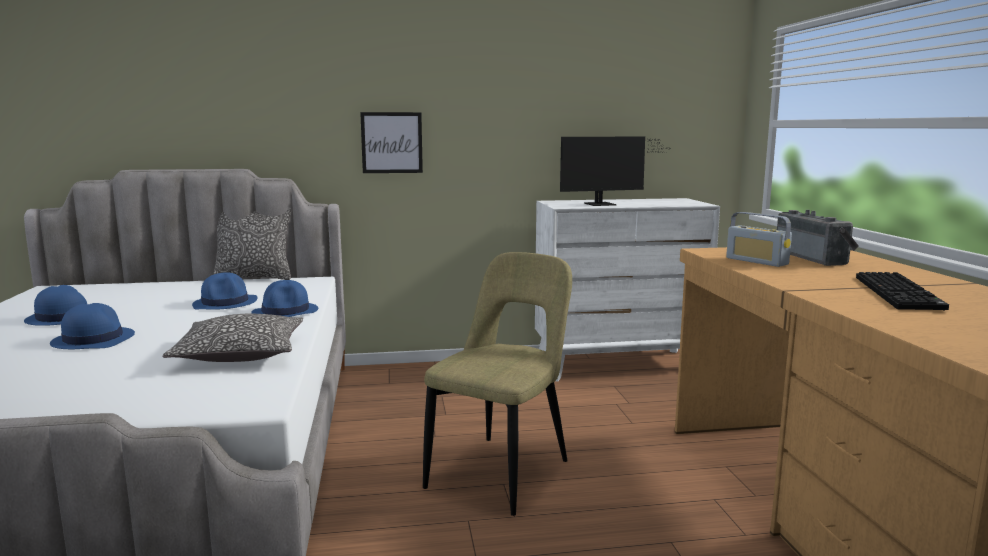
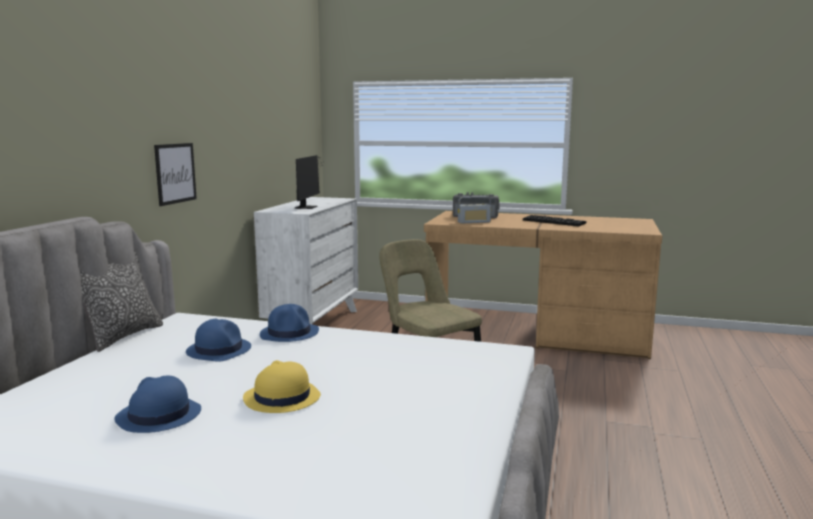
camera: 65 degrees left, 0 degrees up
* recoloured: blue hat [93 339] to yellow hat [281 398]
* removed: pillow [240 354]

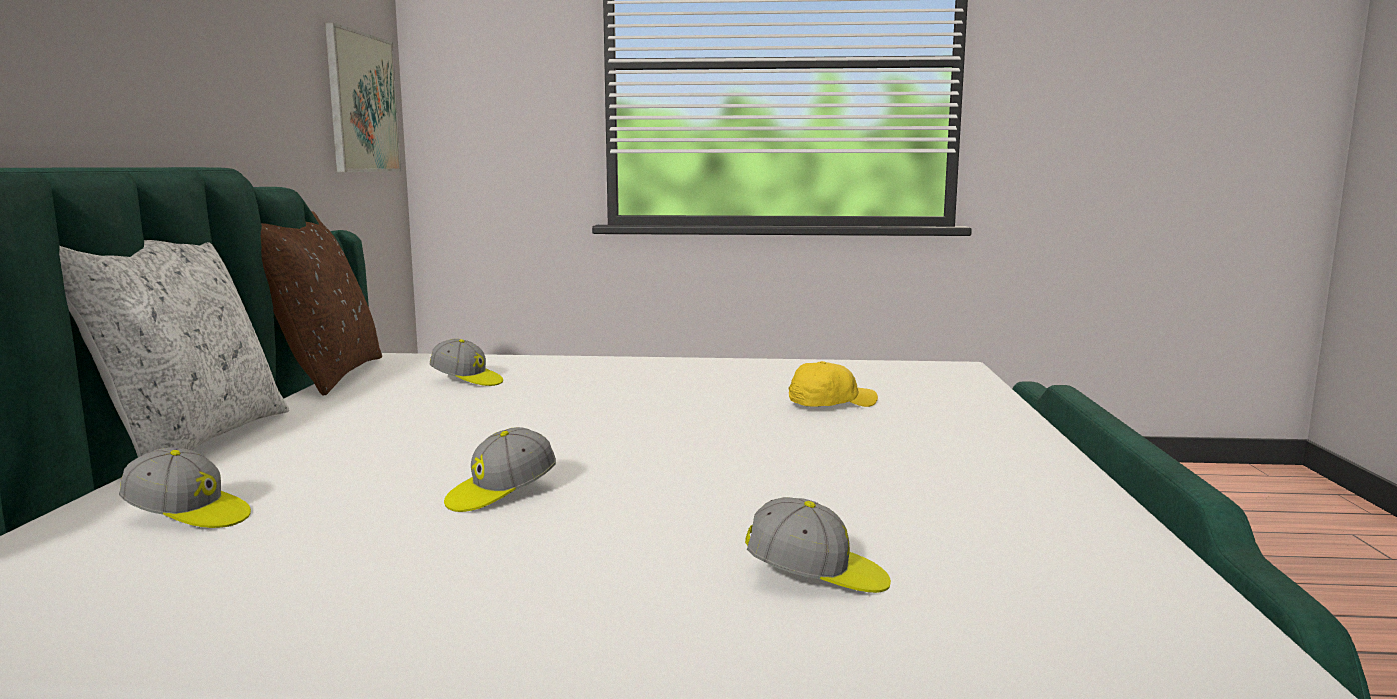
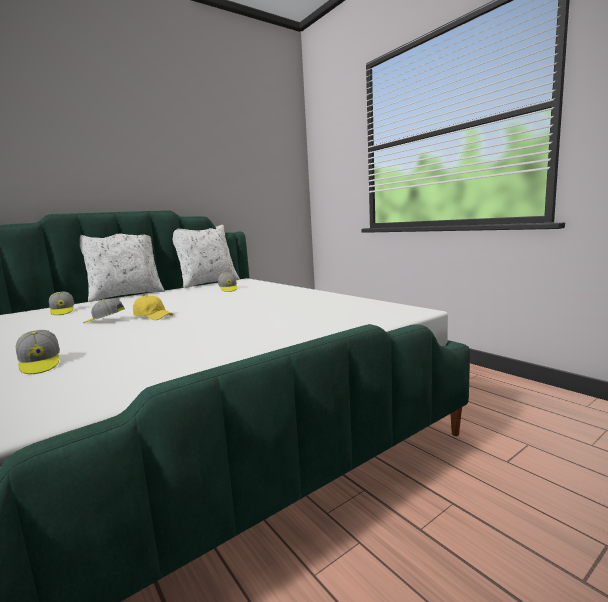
camera: 50 degrees right, 0 degrees up
* moved: yellow cap [830 404] to [153 316]
* recoloured: brown pillow [324 376] to white pillow [208 283]
* removed: picture [362 103]

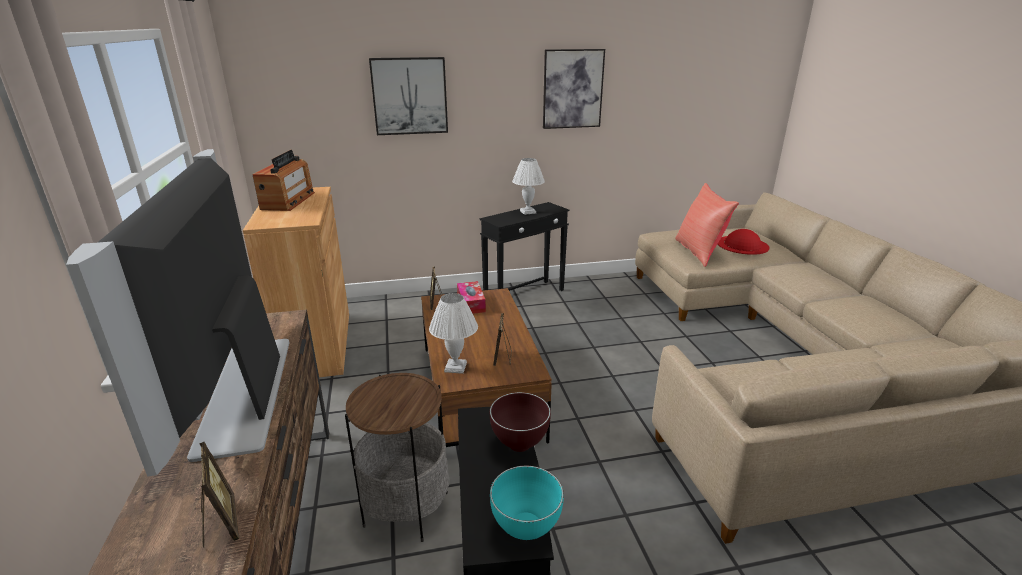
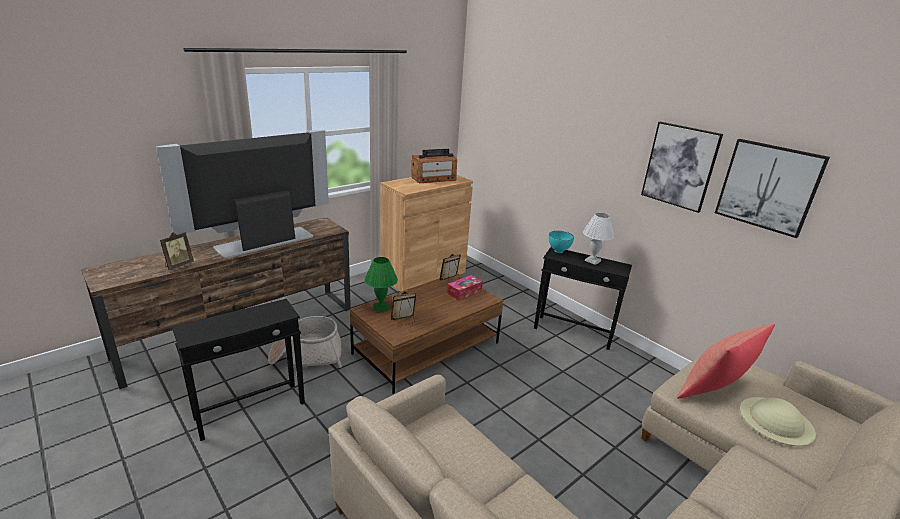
camera: 60 degrees right, 0 degrees up
* replaced: side table [406 509] to basket [306 355]
* recoloured: white table lamp [455 367] to green table lamp [380 307]
* moved: turquoise bowl [527 529] to [559 251]
* moved: picture [409 96] to [768 186]
* recoloured: red hat [742 245] to beige hat [776 420]
* removed: brown bowl [518 445]

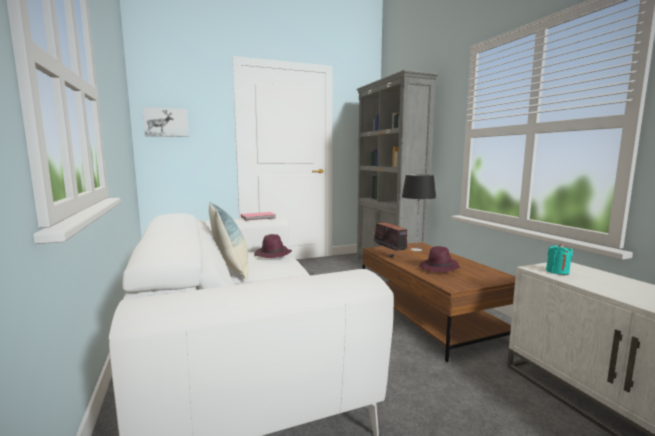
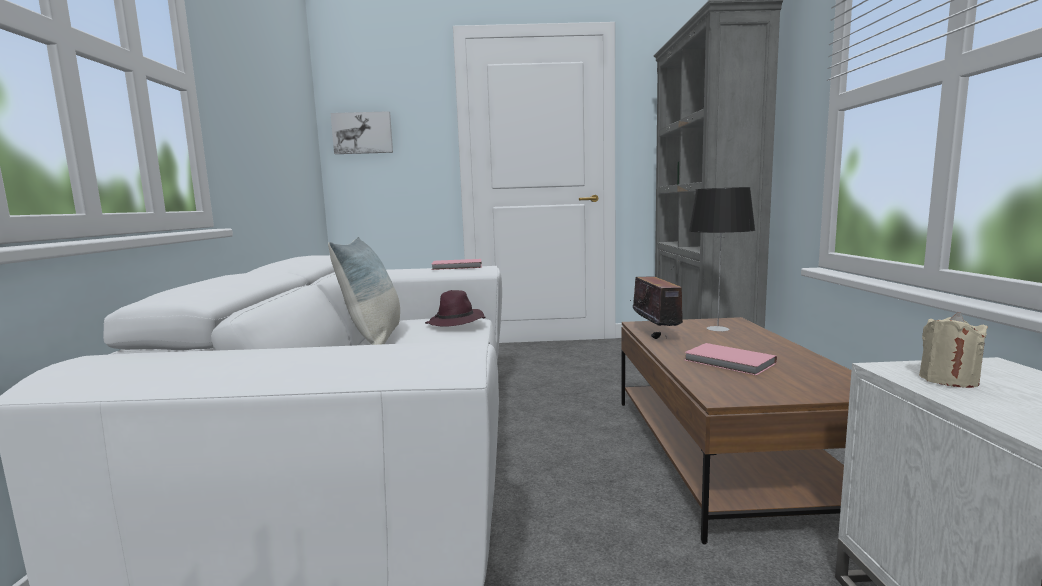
camera: 20 degrees right, 0 degrees up
* replaced: purple hat [439 268] to pink book [729 362]
* recoloured: turquoise candle [557 272] to beige candle [948 380]

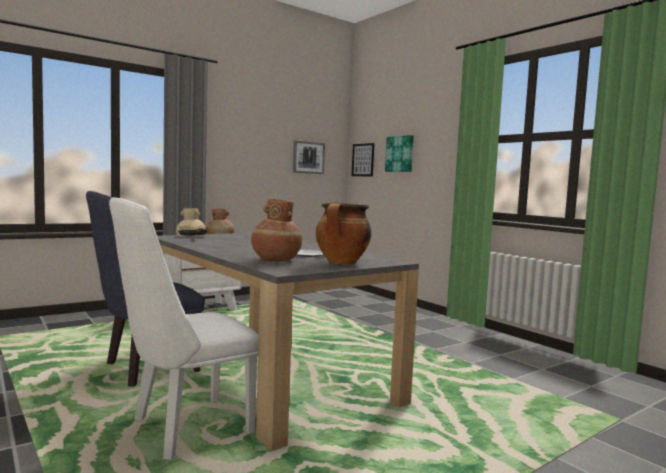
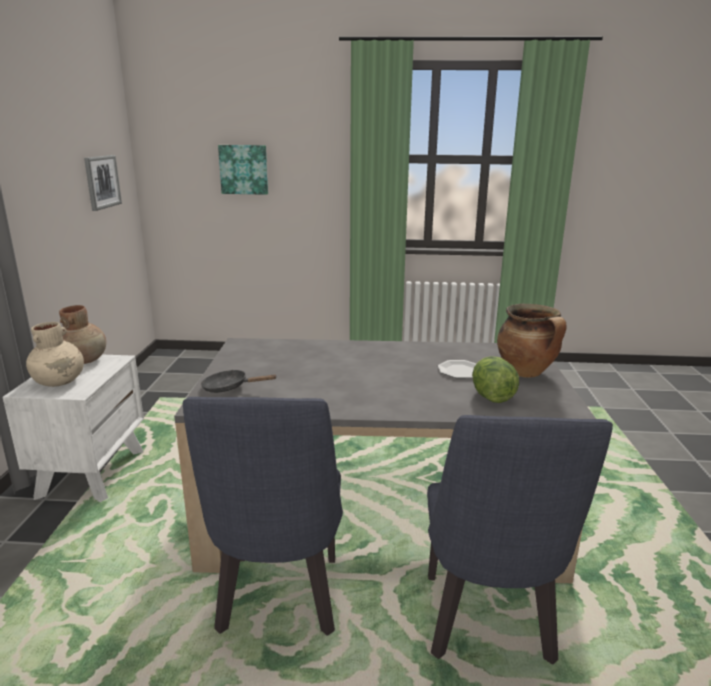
camera: 50 degrees left, 15 degrees up
* recoloured: white chair [182 429] to blue chair [488 627]
* replaced: brown vase [275 260] to lettuce [491 397]
* removed: picture [363 160]

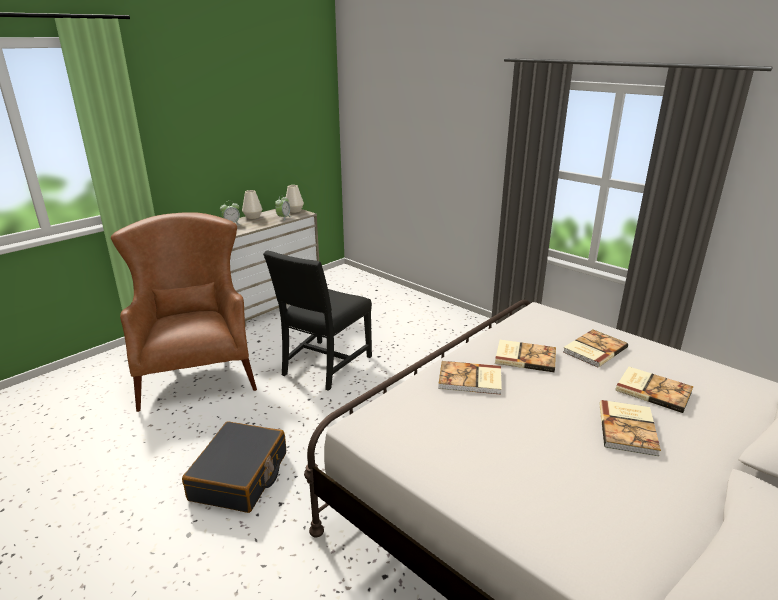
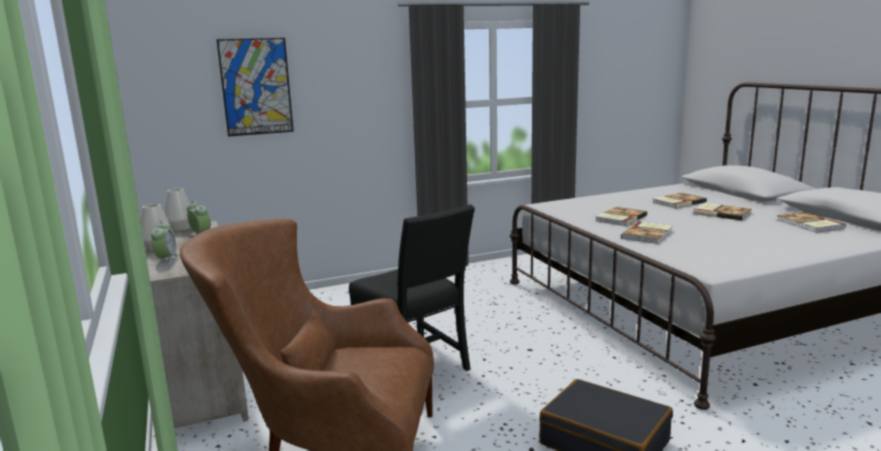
camera: 65 degrees left, 10 degrees down
* added: picture [256 87]
* moved: book [593 349] to [809 224]

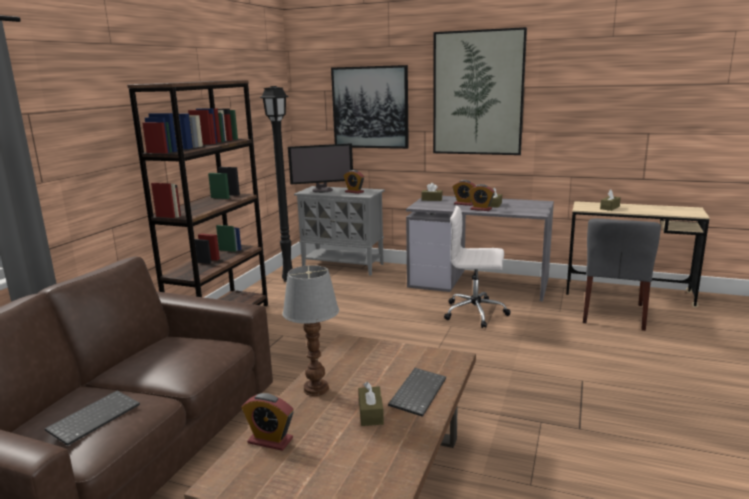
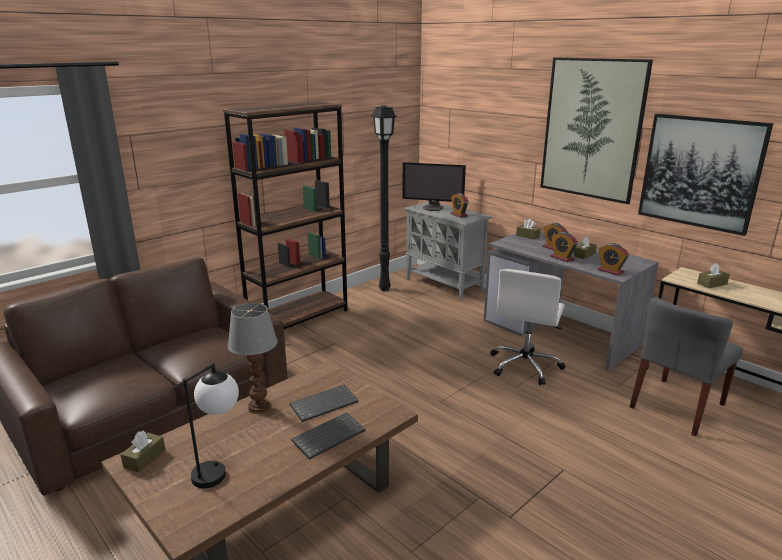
camera: 25 degrees right, 5 degrees up
* moved: brown tissue box [371 413] to [144 458]
* added: table lamp [218 468]
* moved: keyboard [94 417] to [324 403]
* turned: white office chair [476 313] = [525 366] 105 degrees counterclockwise
* moved: alarm clock [270 441] to [610 271]
* moved: picture [370 107] to [700 172]

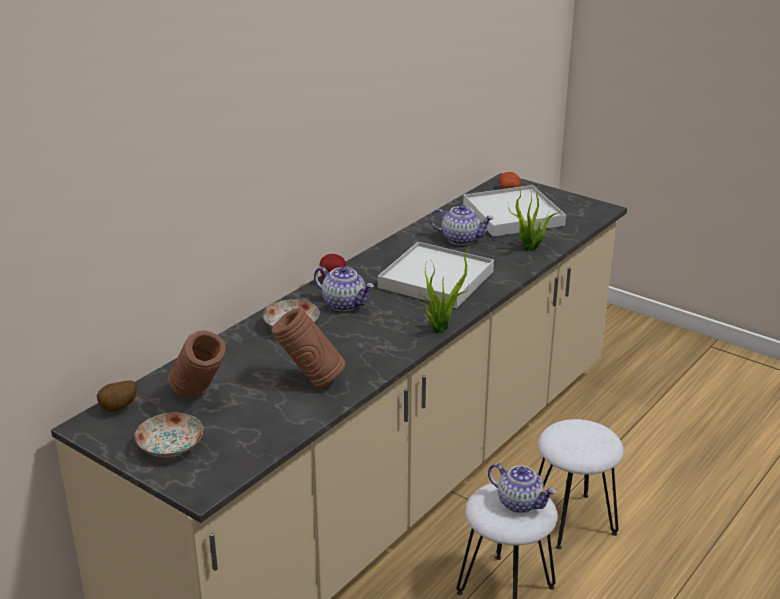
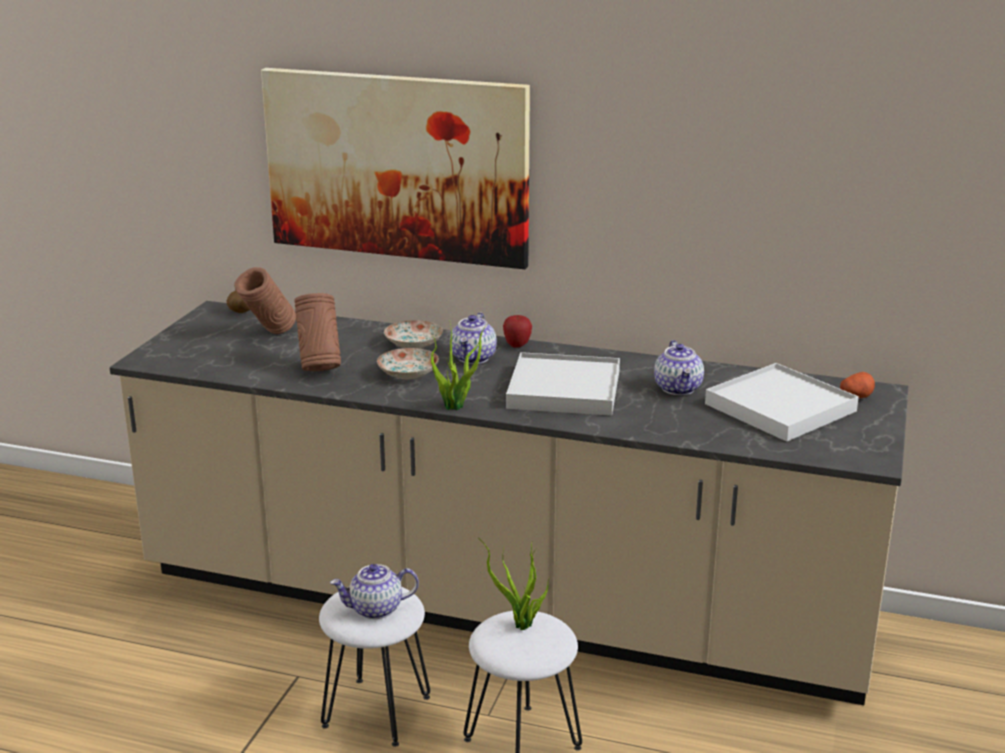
camera: 70 degrees right, 5 degrees down
* added: picture [397 166]
* turned: teapot [520 503] = [375 609] 60 degrees clockwise
* moved: plate [169 446] to [408 373]
* moved: potted plant [530 249] to [521 626]

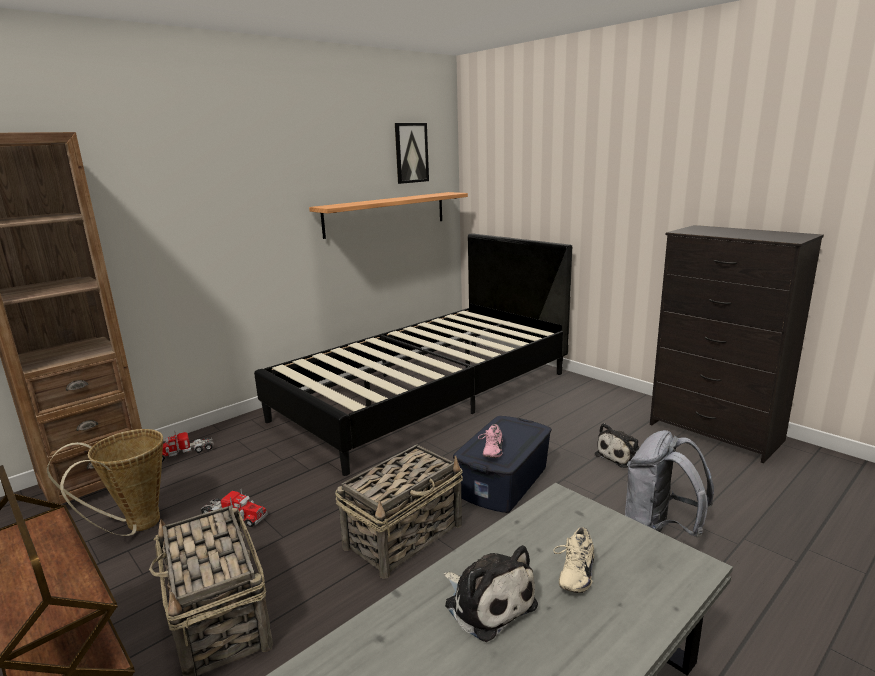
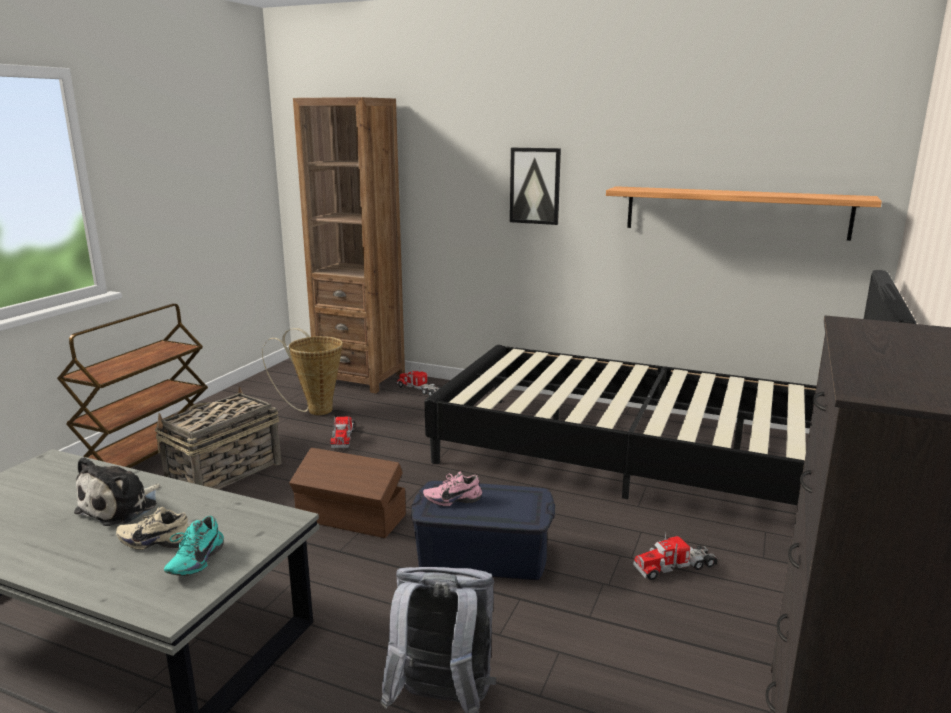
camera: 65 degrees right, 0 degrees up
* added: turquoise shoe [194 561]
* replaced: basket [405 535] to brown storage box [351 518]
* moved: picture [411 153] to [535 186]
* added: toy truck [675 567]
* removed: plush toy [621 456]

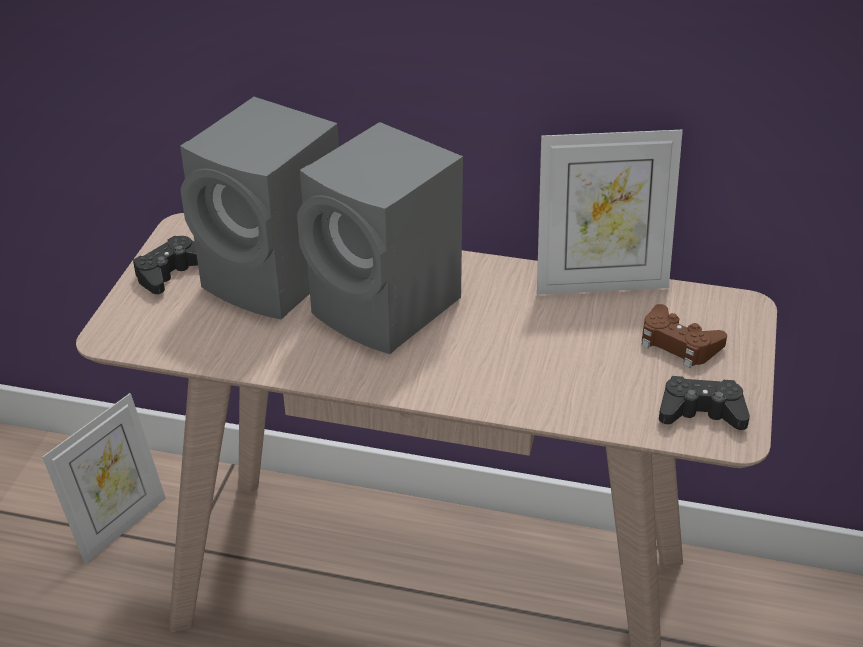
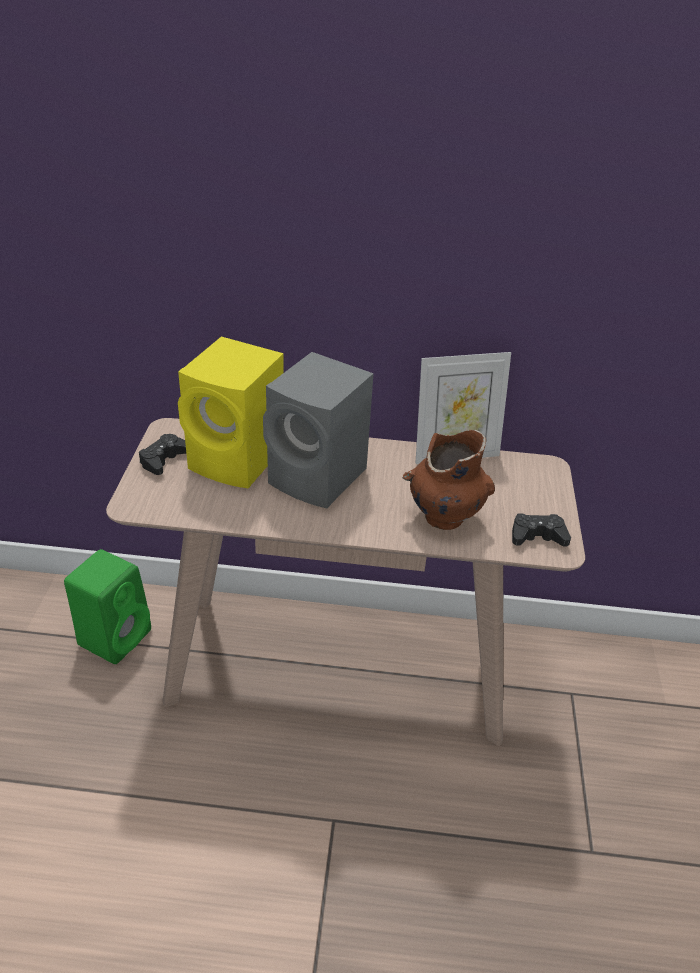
camera: 10 degrees left, 0 degrees up
* replaced: picture frame [118 525] to green speaker [116 636]
* recoloured: grey speaker [277 278] to yellow speaker [239 460]
* added: brown vase [443 517]
* removed: brown game controller [678 344]

